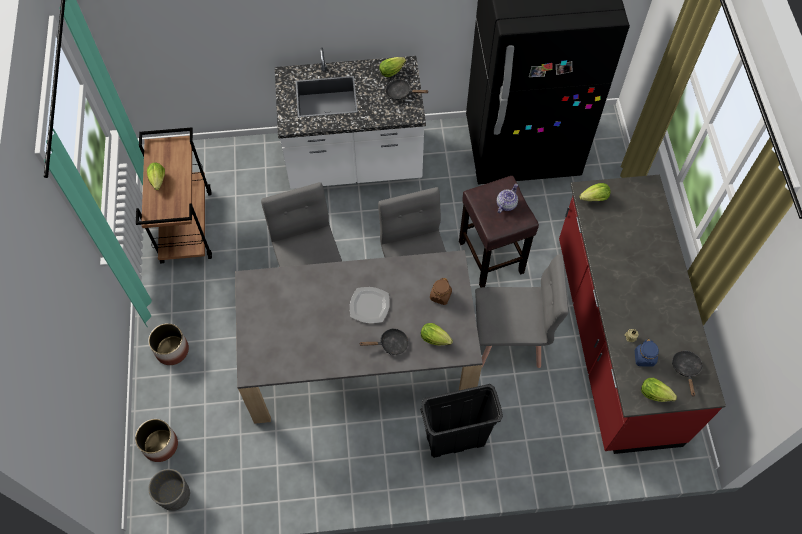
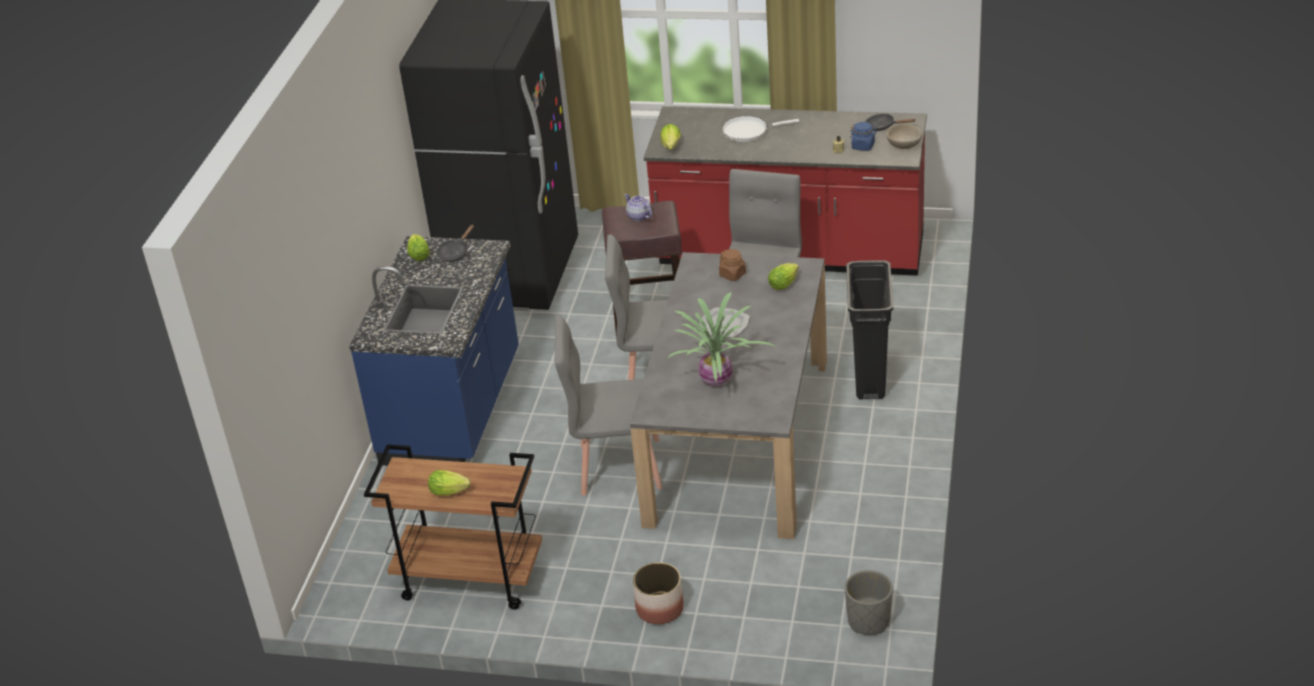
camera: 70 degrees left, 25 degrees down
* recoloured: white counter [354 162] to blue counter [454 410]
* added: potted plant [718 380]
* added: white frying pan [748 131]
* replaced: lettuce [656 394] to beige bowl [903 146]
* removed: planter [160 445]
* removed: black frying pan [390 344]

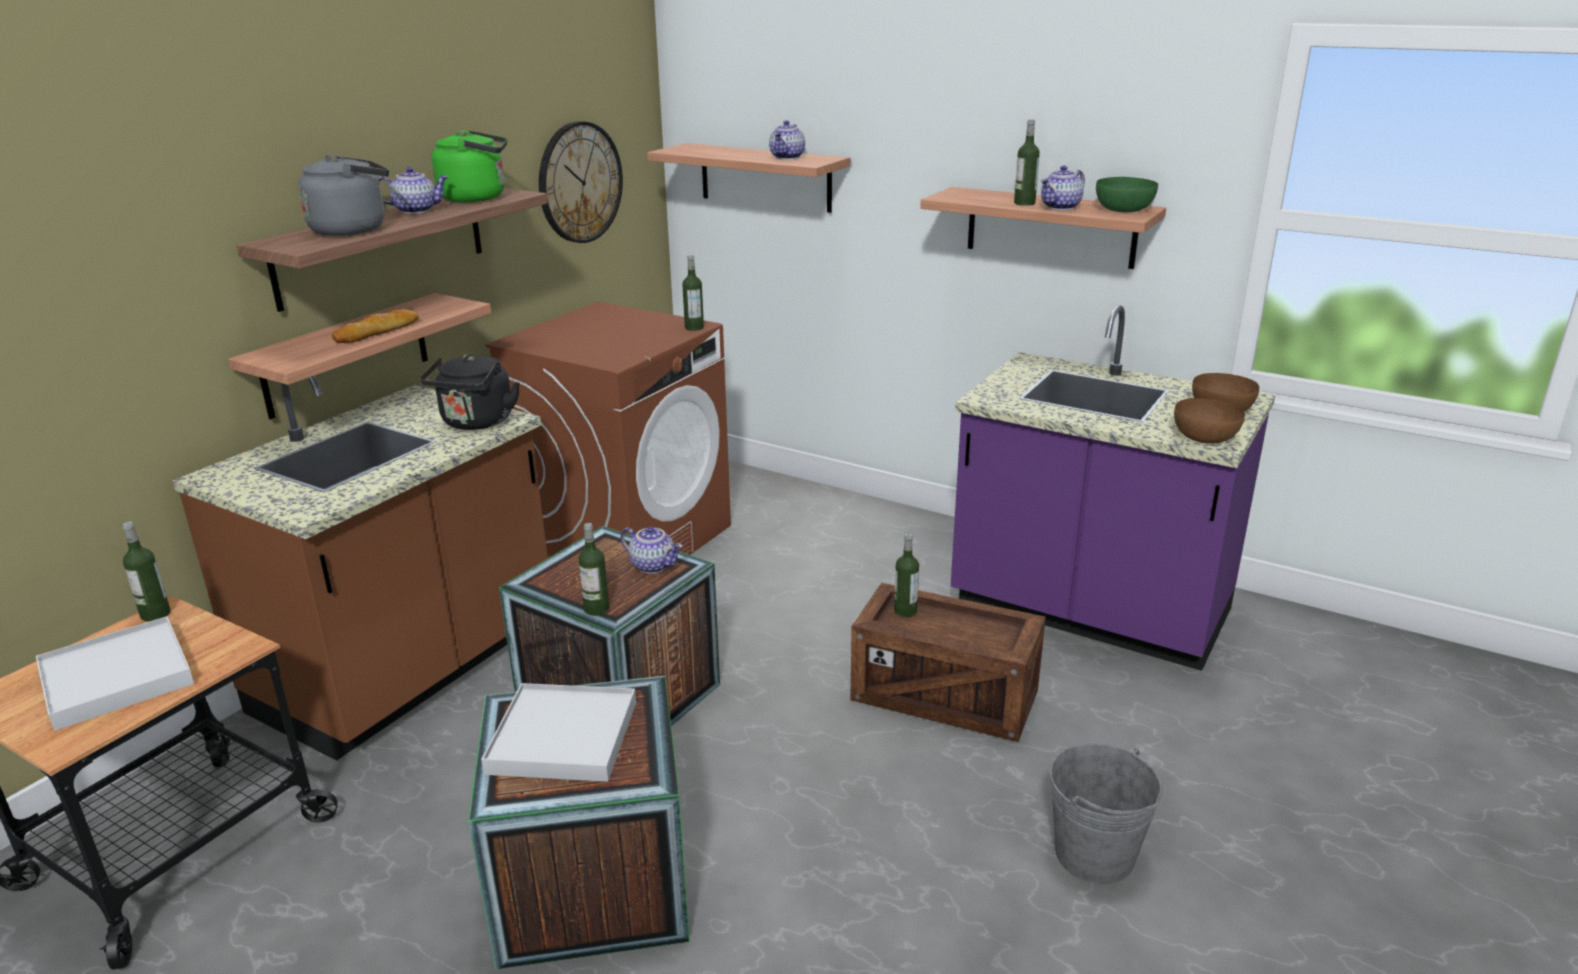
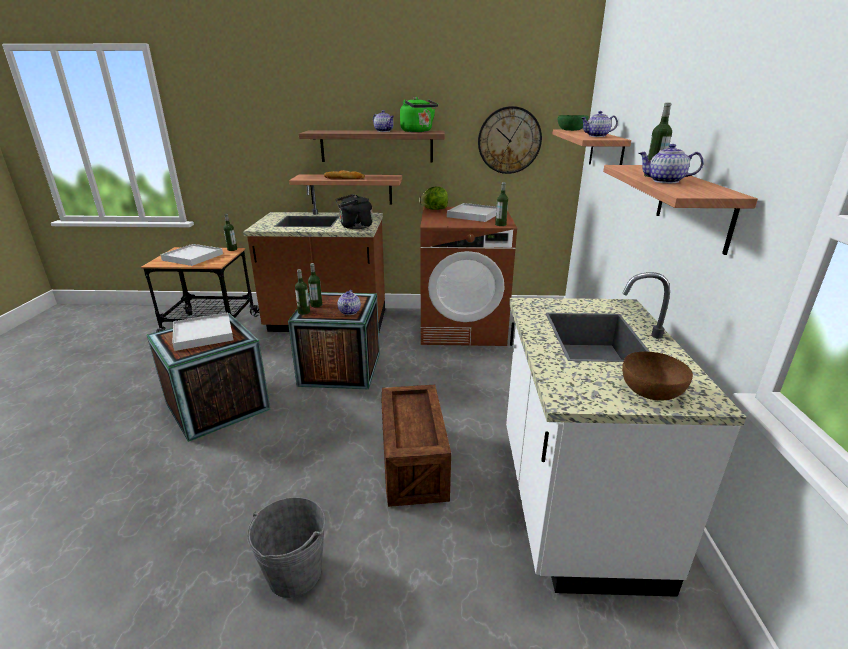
camera: 60 degrees right, 0 degrees up
* moved: bottle [905 611] to [316 305]
* added: lettuce [434 209]
* added: white tray [474 215]
* recoloured: purple counter [1089 611] to white counter [572 504]
* moved: green bowl [1124 210] to [571 130]
* removed: grey kettle [353 229]
* removed: brown bowl [1204 437]

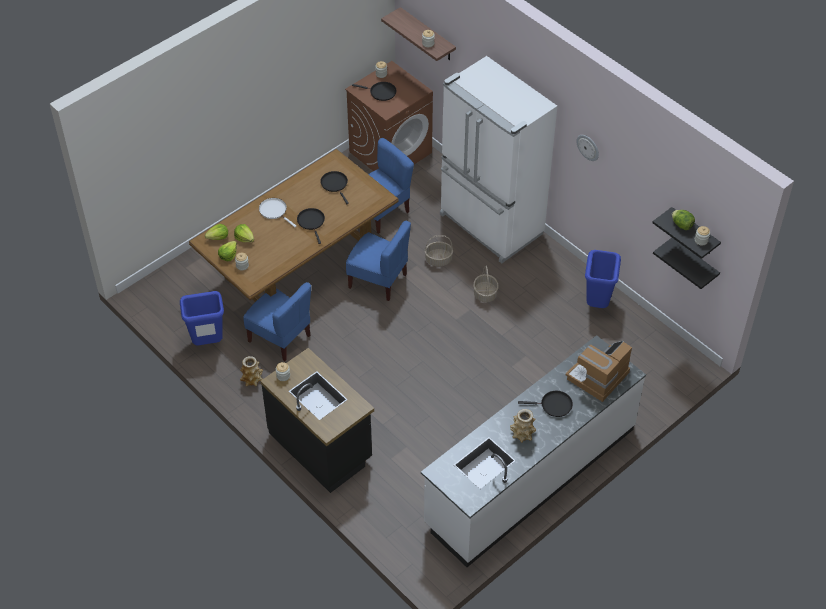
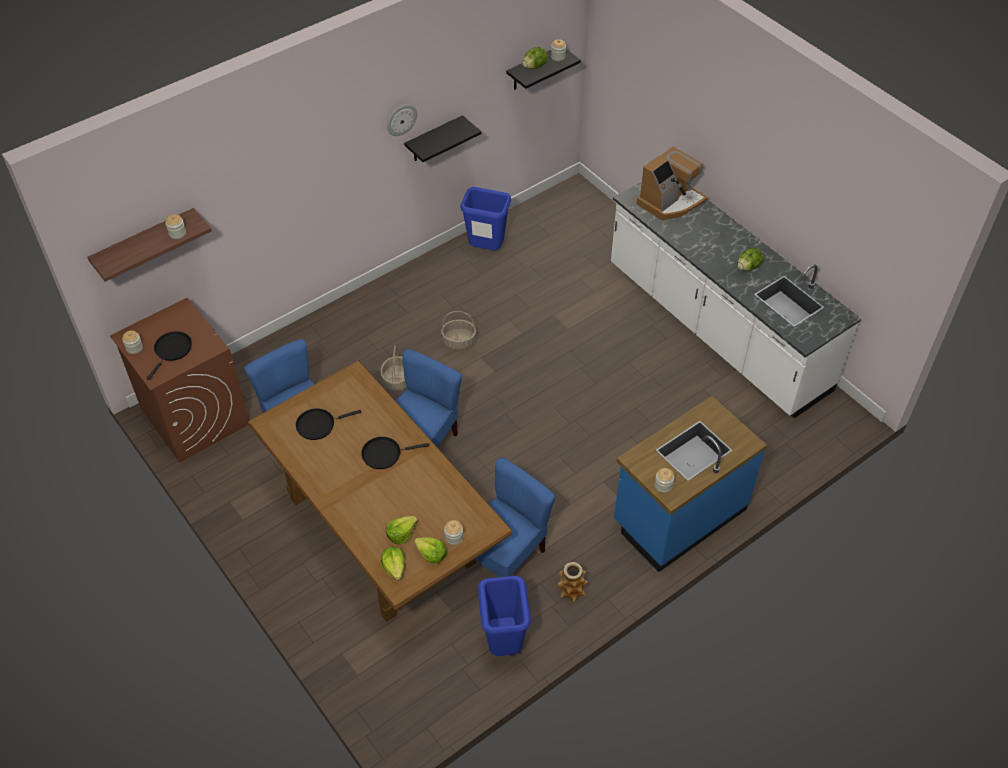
camera: 85 degrees left, 0 degrees up
* moved: black shelf [694 262] to [434 139]
* recoloured: black counter [321 446] to blue counter [678 516]
* turned: coffee machine [598 377] = [670 202] 90 degrees counterclockwise
* replaced: vase [522 434] to lettuce [748 267]
* removed: white frying pan [274 211]
* removed: white fridge [490 225]
* removed: black frying pan [554 405]

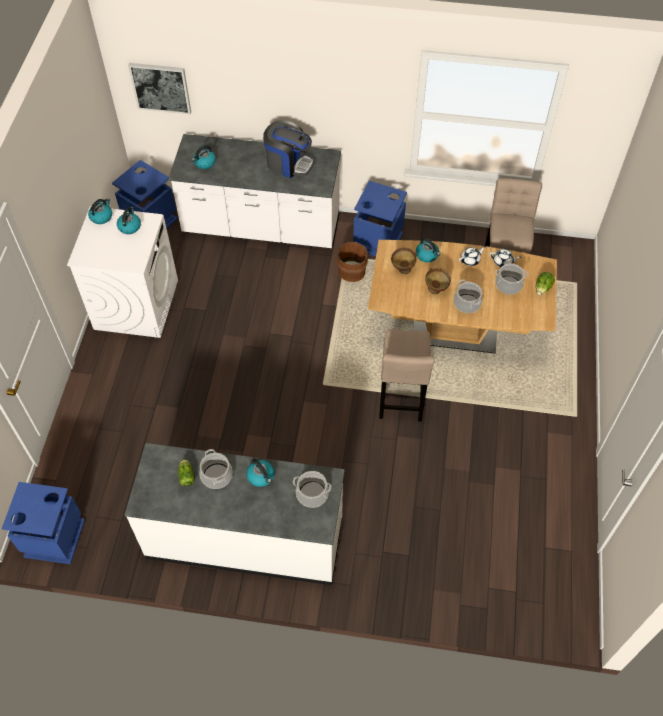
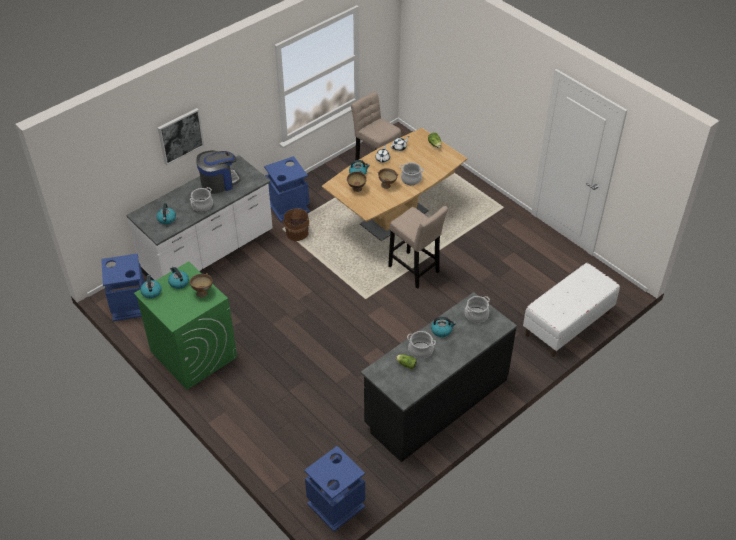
camera: 50 degrees left, 10 degrees down
* recoloured: white washing machine [136 304] to green washing machine [193 354]
* moved: picture [161 87] to [180 136]
* moved: cooking pot [508 285] to [202 206]
* added: brown bowl [203 292]
* recoloured: white counter [245 538] to black counter [435 402]
* added: white bench [567 324]

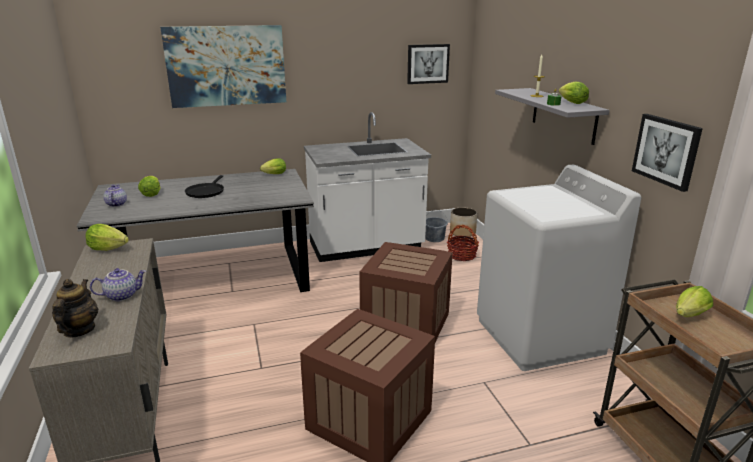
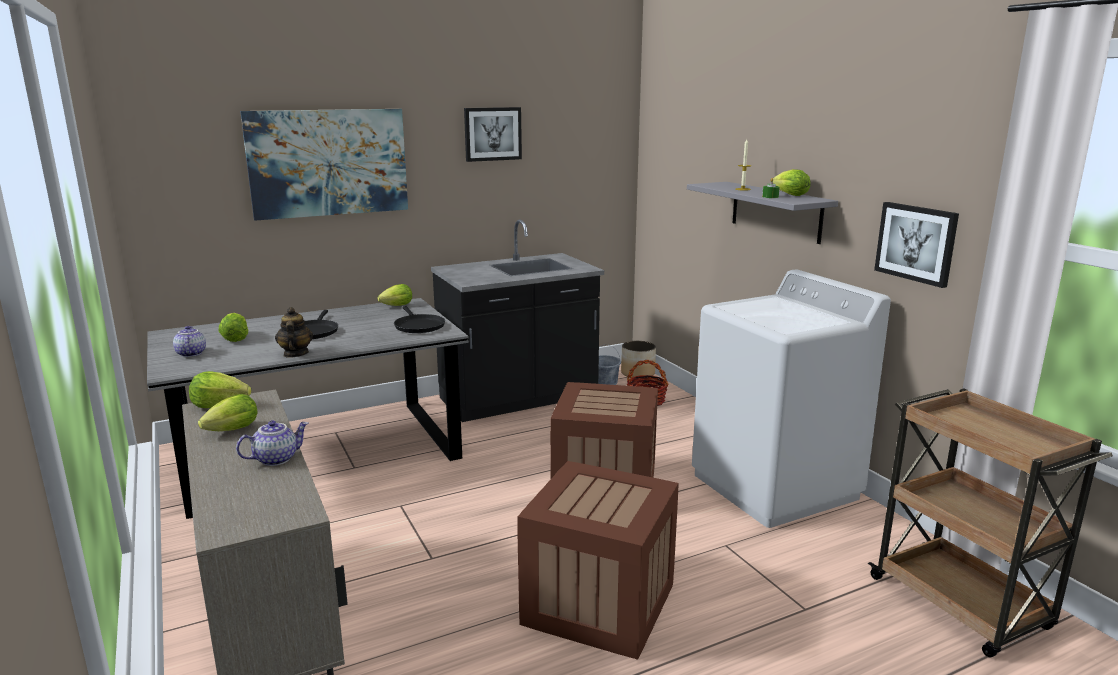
camera: 10 degrees left, 5 degrees down
* moved: lettuce [688 316] to [229 431]
* moved: teapot [79 330] to [295 354]
* added: black frying pan [418 326]
* recoloured: white counter [366 247] to black counter [519 400]
* moved: picture [427 63] to [492 134]

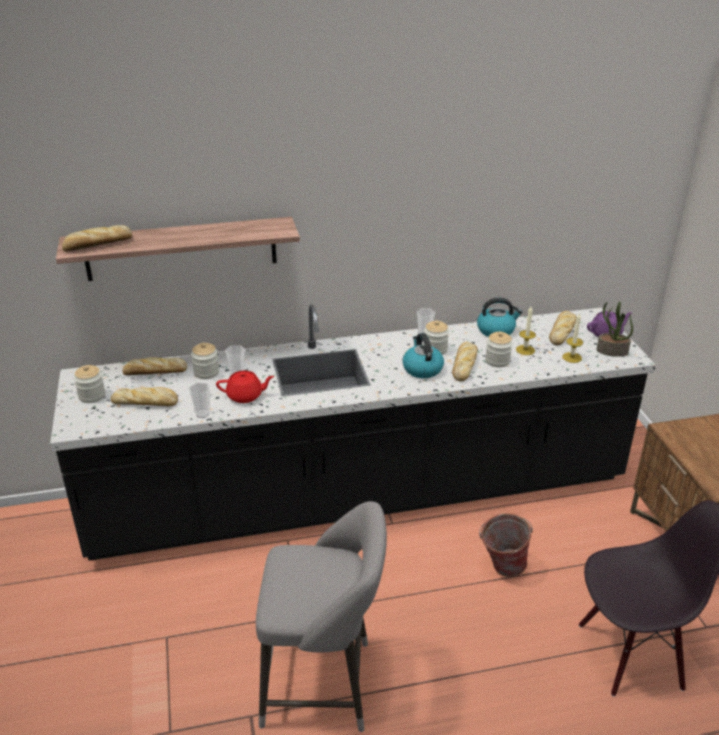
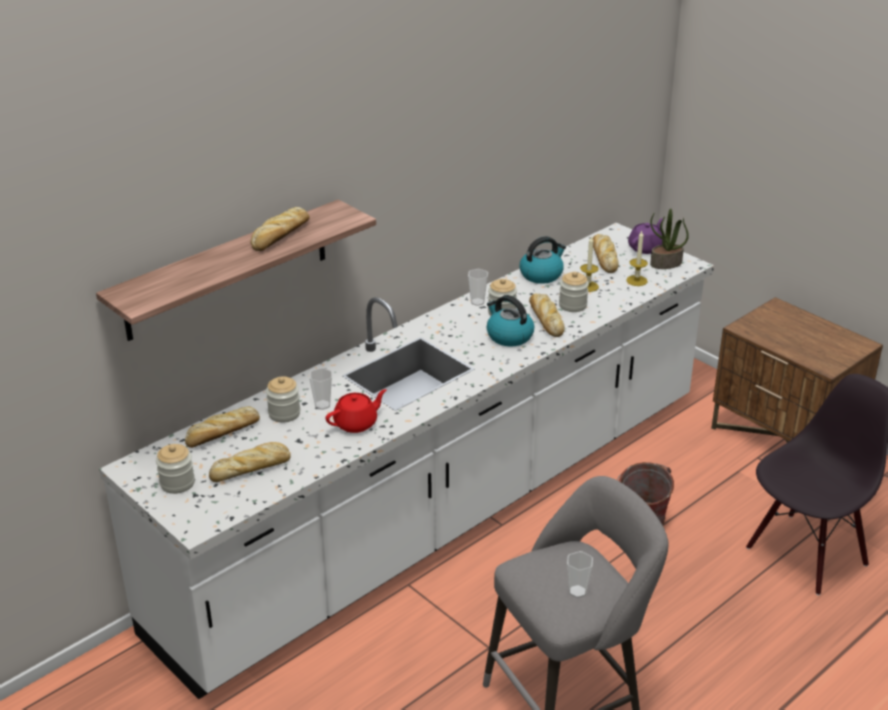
camera: 30 degrees left, 0 degrees up
* recoloured: black counter [359 496] to white counter [444 510]
* moved: bread [97 244] to [280 236]
* moved: cup [202 414] to [577 591]

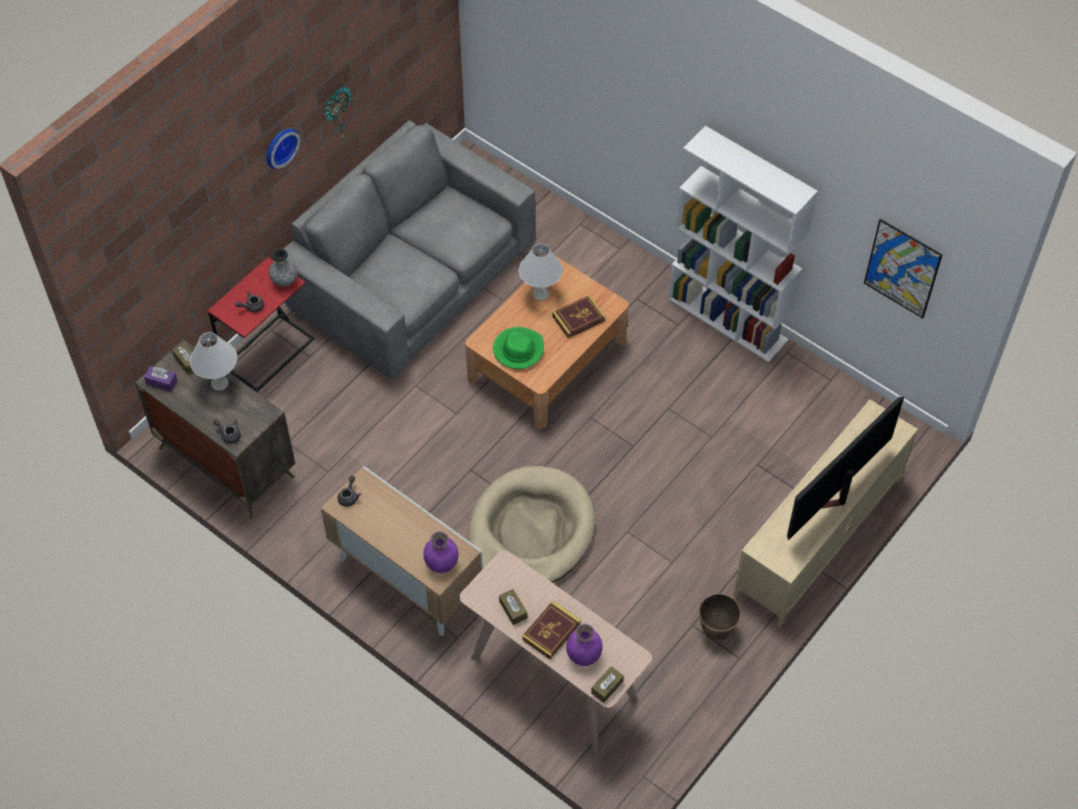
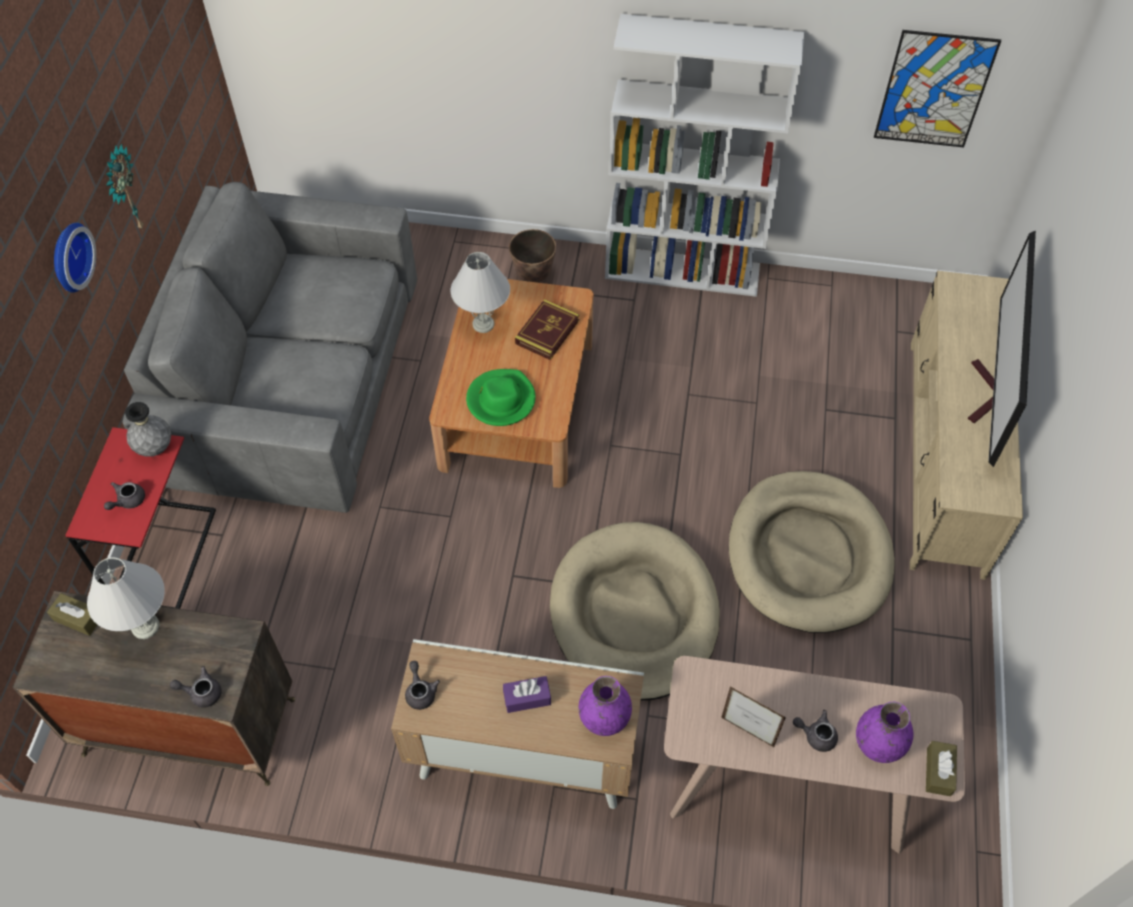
camera: 30 degrees left, 0 degrees up
* moved: purple tissue box [161 381] to [527 698]
* moved: planter [716 629] to [533 276]
* replaced: brown tissue box [513 609] to picture frame [747 732]
* added: beige dog bed [808 555]
* replaced: book [551 631] to grey teapot [816 735]

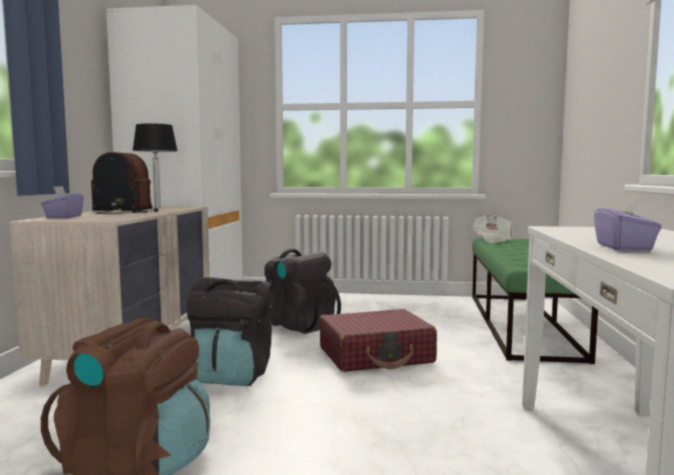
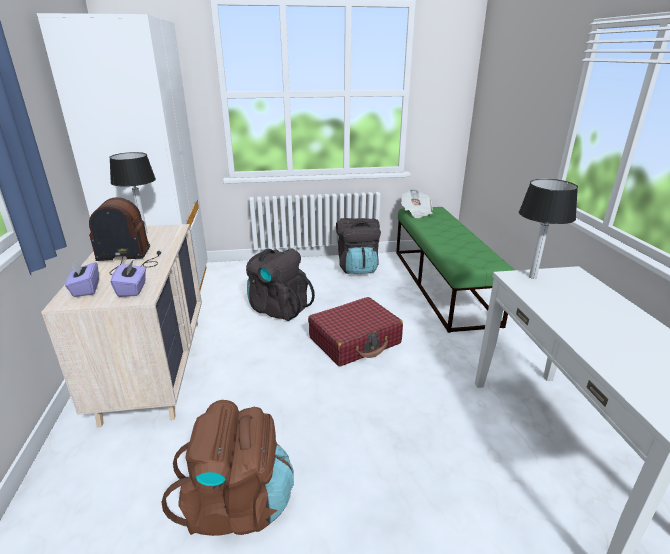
camera: 15 degrees left, 20 degrees up
* moved: purple tissue box [624 248] to [132 289]
* moved: black backpack [232 375] to [357 267]
* added: table lamp [533 277]

